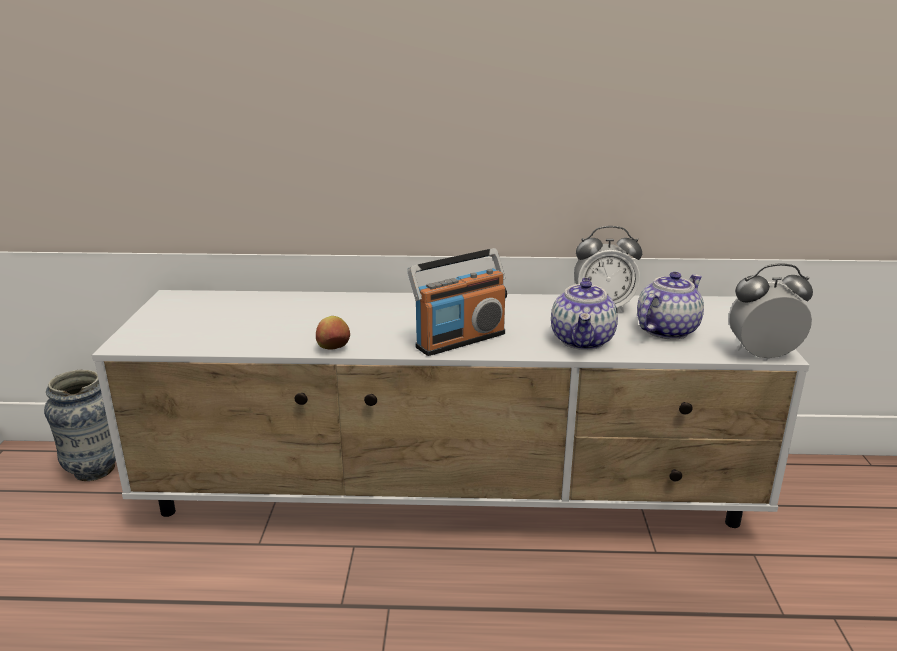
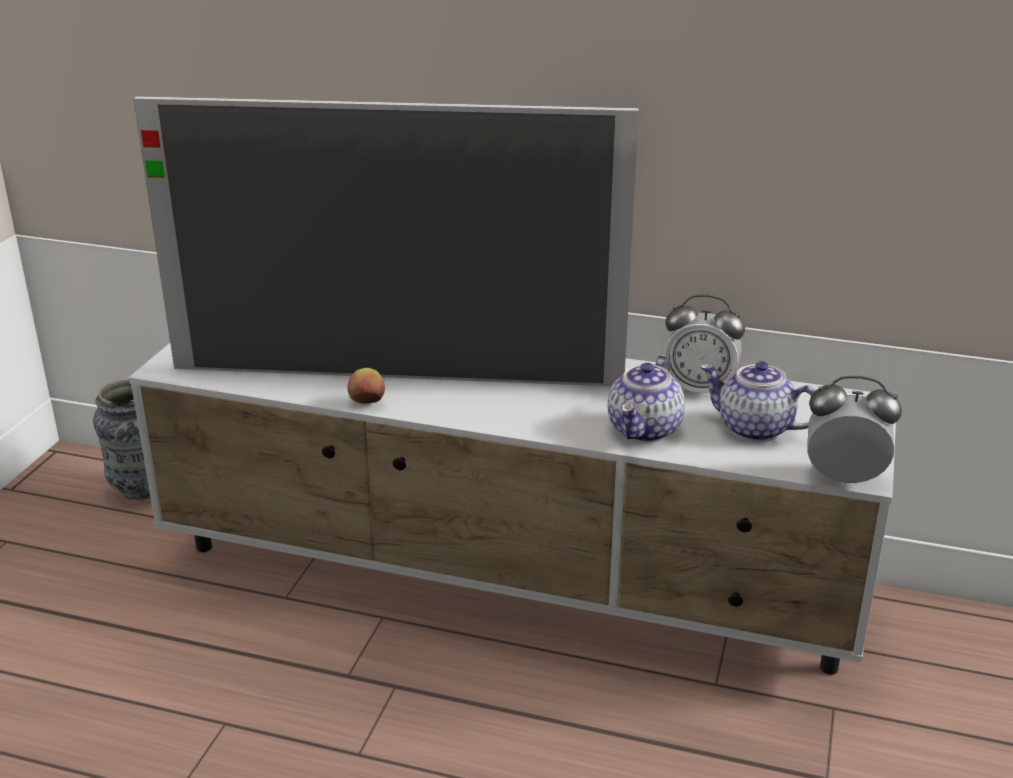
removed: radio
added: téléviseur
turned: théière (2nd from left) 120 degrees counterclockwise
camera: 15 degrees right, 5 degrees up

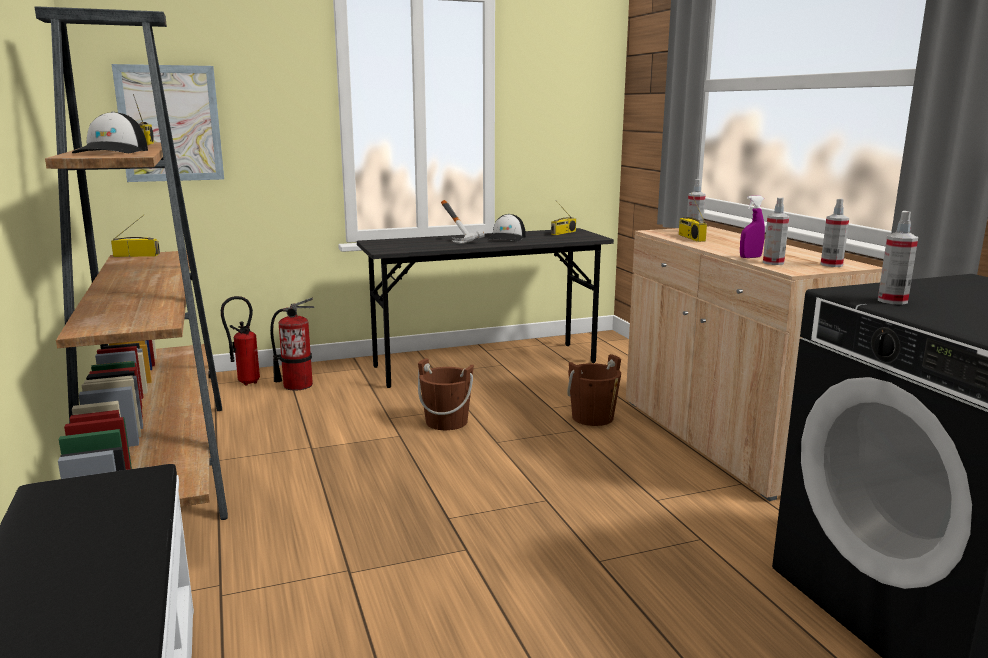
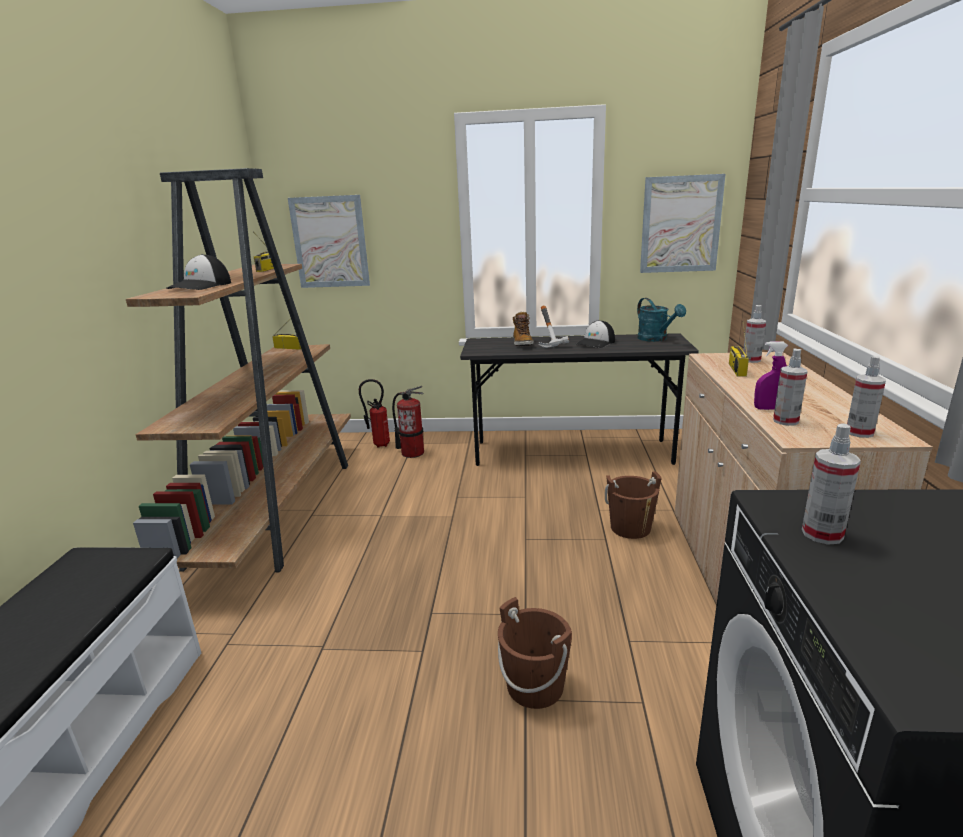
added: tableau (2nd from left); botte
moved: seau (marron) (1st from left)
replaced: radio (3rd from left) to arrosoir (turquoise)
camera: 25 degrees right, 5 degrees up

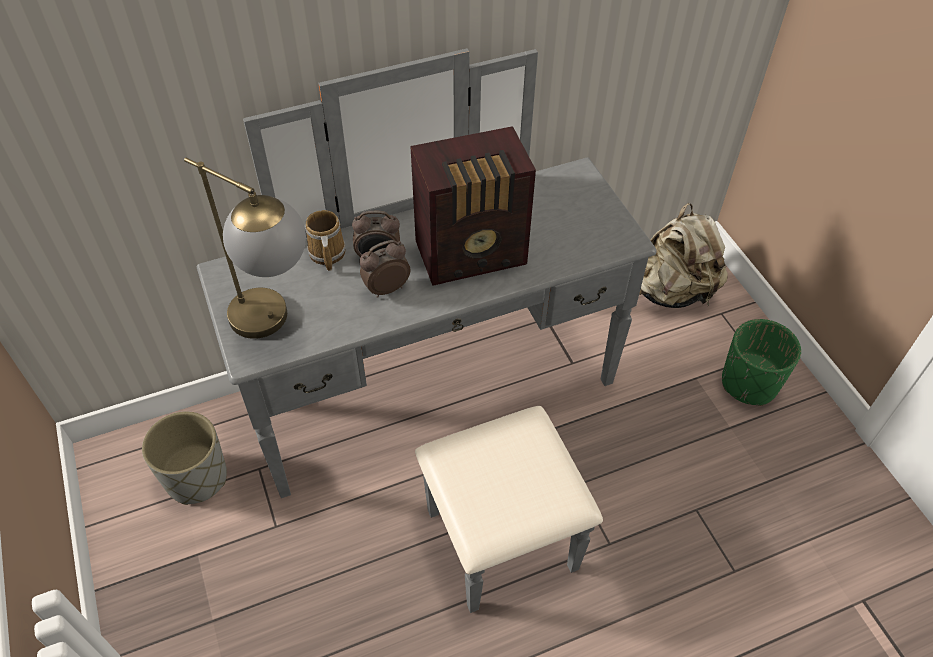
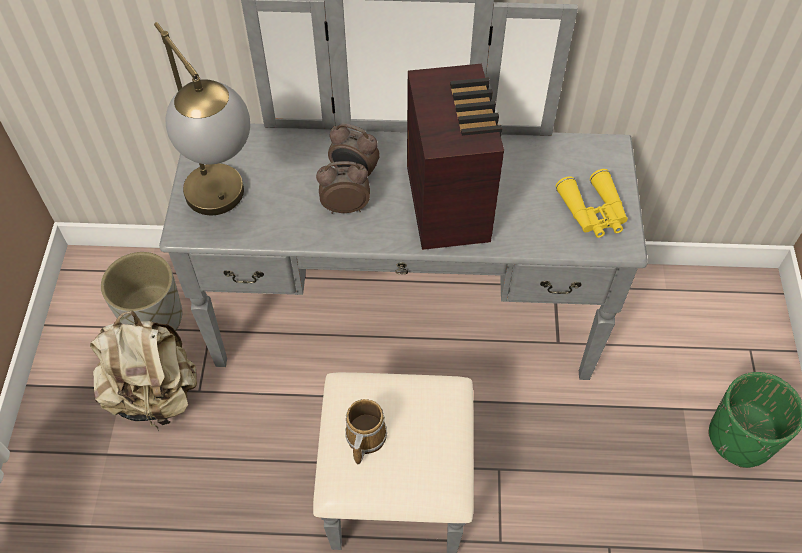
added: jumelles (jaune)
moved: sac à dos (beige); mug
turned: radio 105 degrees counterclockwise
camera: 25 degrees right, 5 degrees up

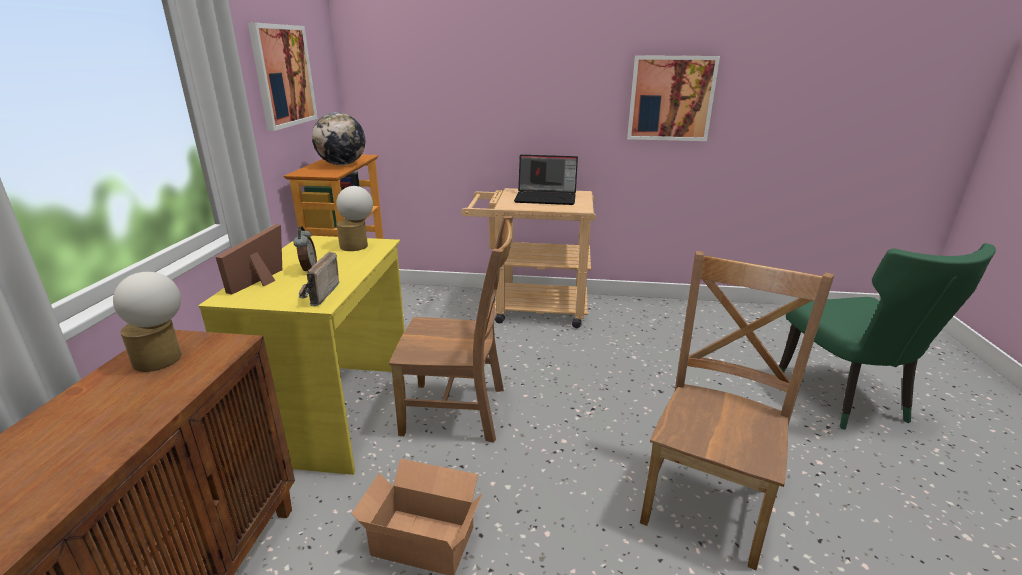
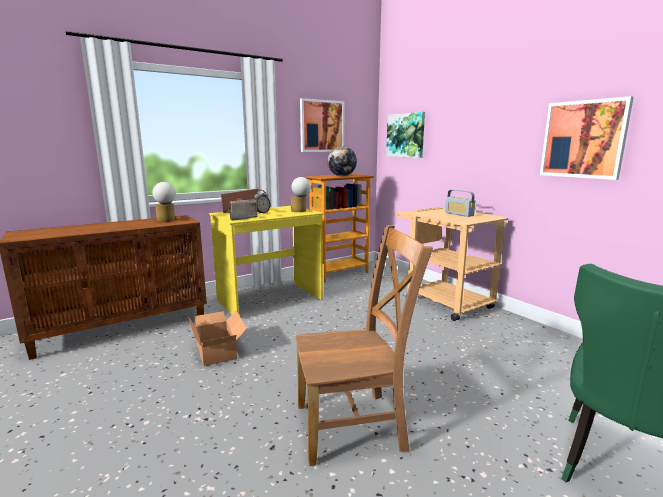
removed: chaise (marron) (1st from left)
added: tableau (2nd from left)
replaced: ordinateur portable to radio (2nd from left)
camera: 50 degrees right, 10 degrees down

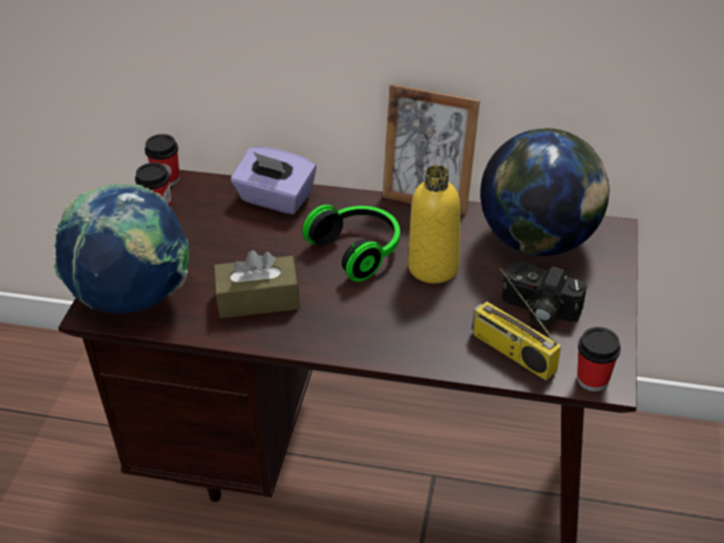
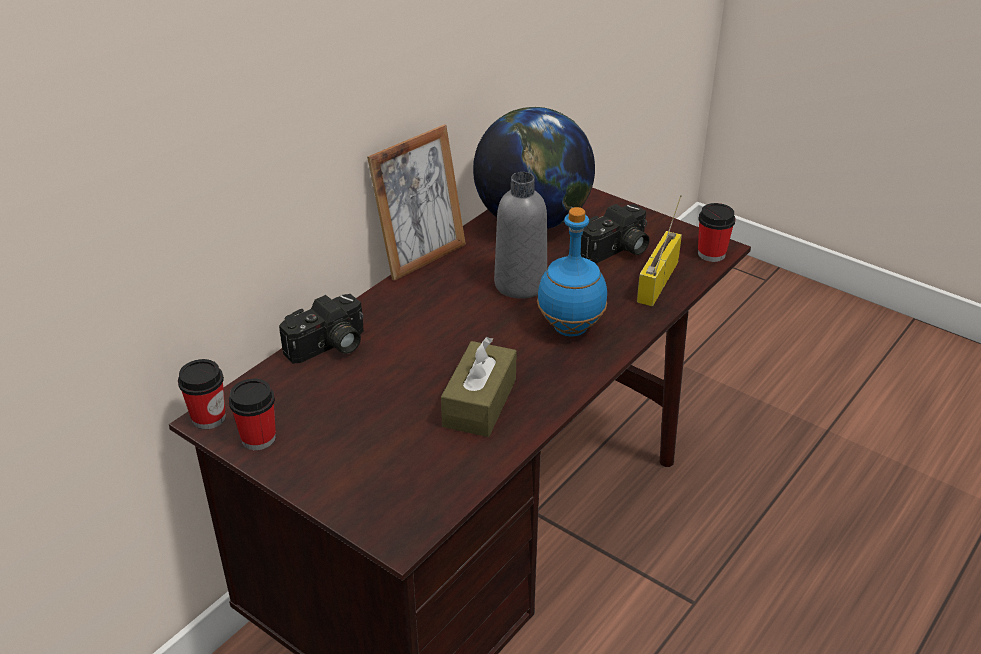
removed: globe (1st from left); casque audio
added: bouteille (bleu)
replaced: boîte à mouchoirs (violet) to appareil photo (1st from left)
recoloured: bouteille (jaune) to bouteille (gris)
turned: radio 135 degrees clockwise
camera: 65 degrees left, 5 degrees down

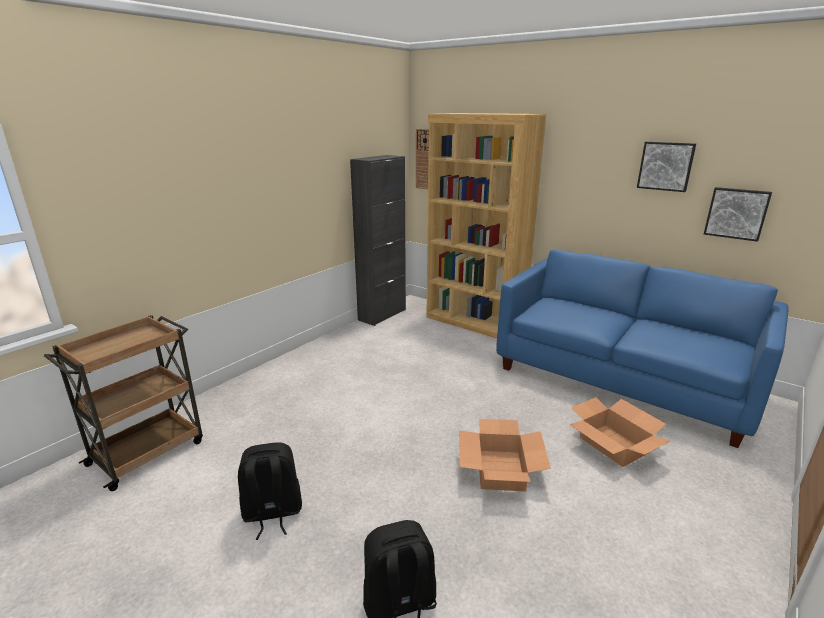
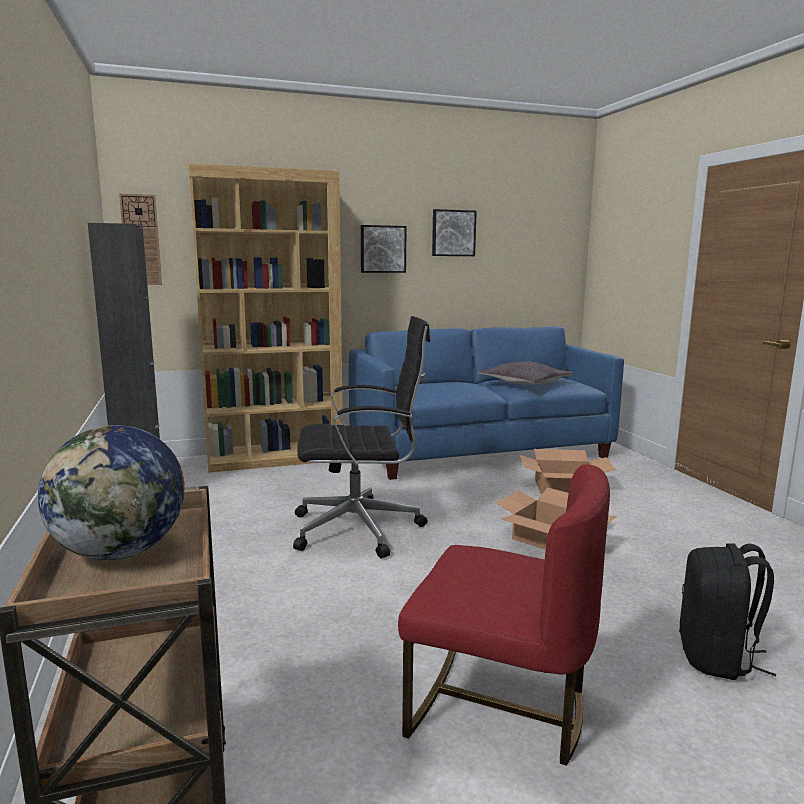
added: chaise de bureau (noir); coussin (gris); globe
moved: tableau (2nd from left in the first image) to tableau (1st from left)
replaced: sac à dos (noir) (1st from left) to chaise (rouge)
camera: 55 degrees left, 10 degrees down

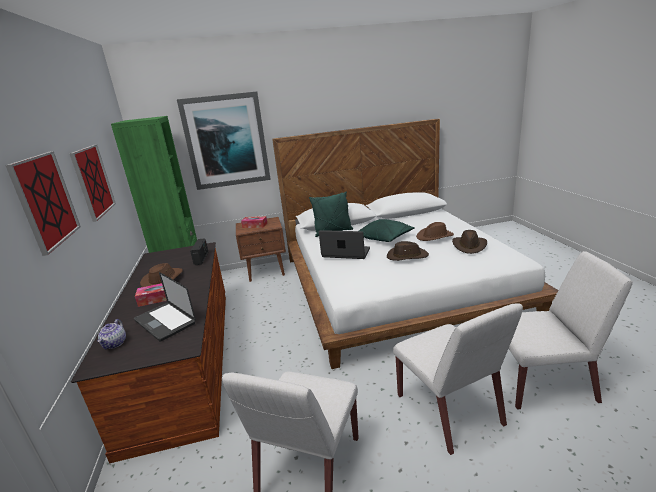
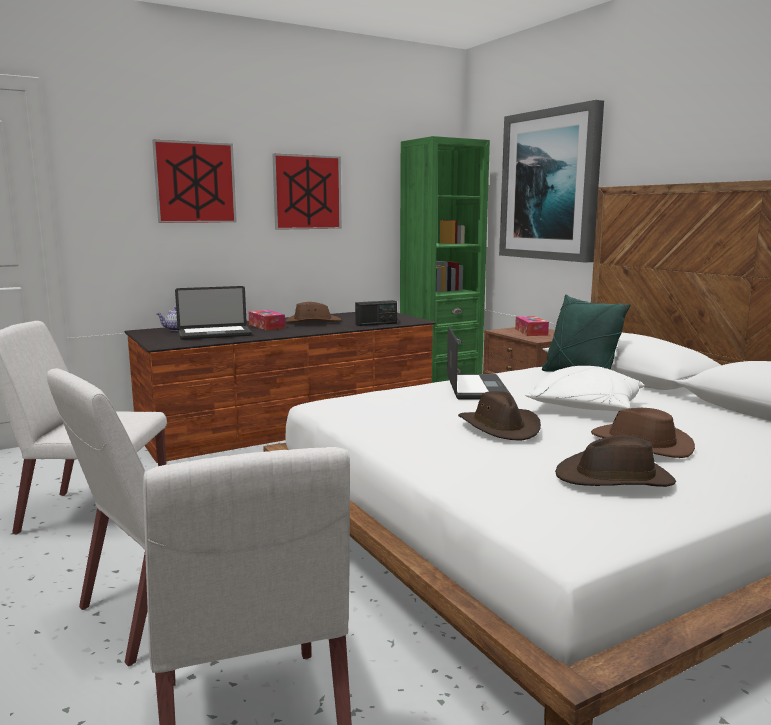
recoloured: coussin (vert) (2nd from left) to coussin (blanc)
turned: ordinateur portable (1st from left) 135 degrees counterclockwise
camera: 70 degrees right, 10 degrees down

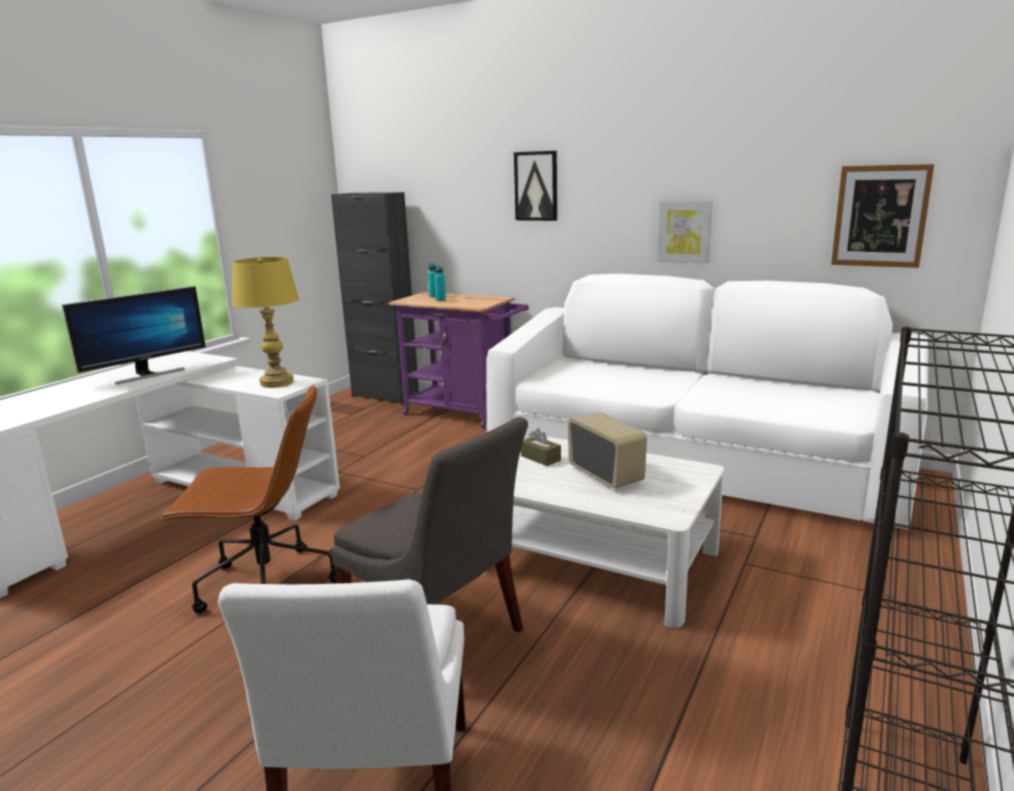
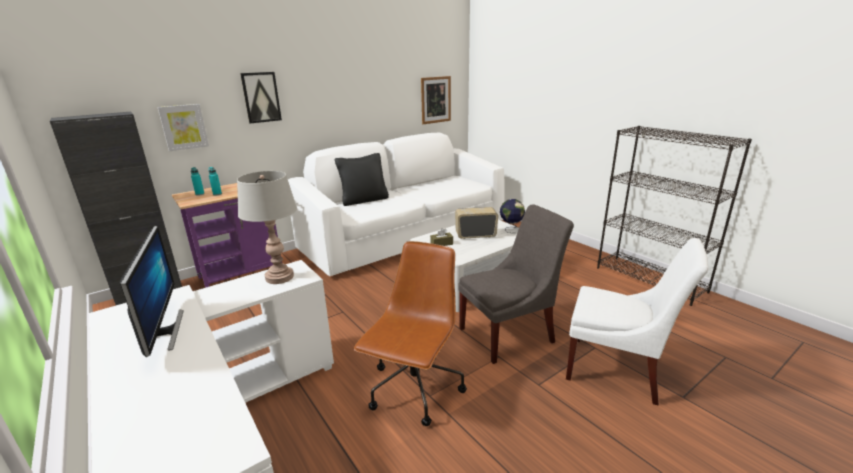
added: coussin (noir); globe
moved: tableau (2nd from left in the first image) to tableau (1st from left)
recoloured: lampe de table (jaune) to lampe de table (gris)
camera: 65 degrees left, 5 degrees up

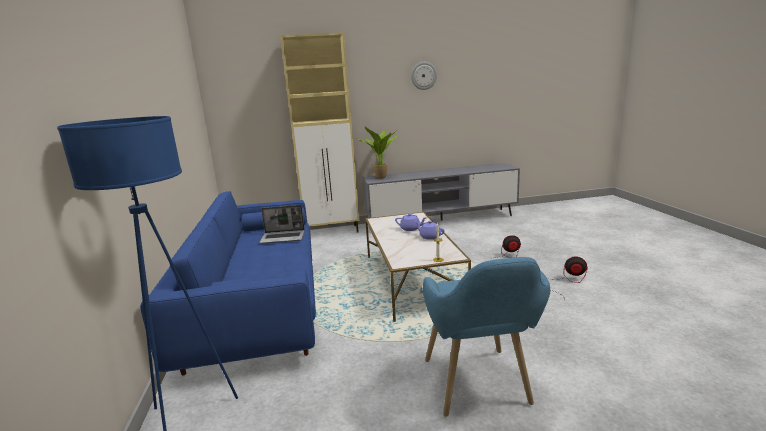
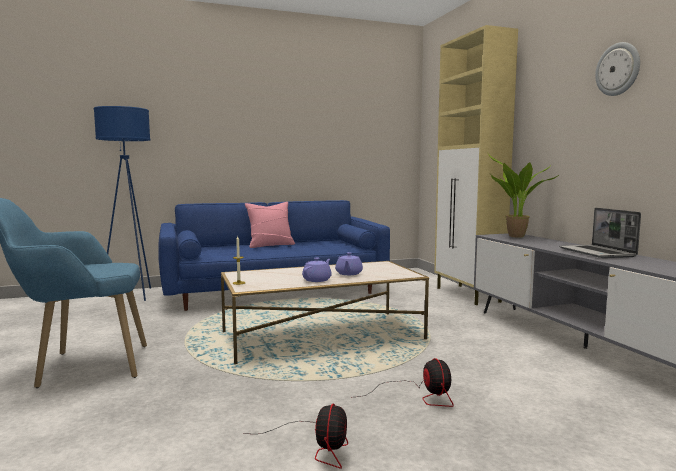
added: coussin (rose)
moved: ordinateur portable
camera: 80 degrees right, 10 degrees down

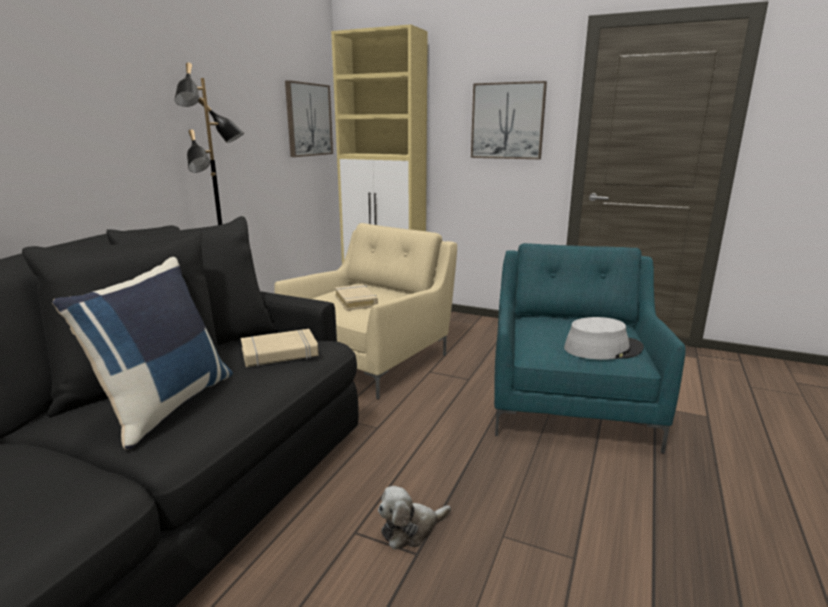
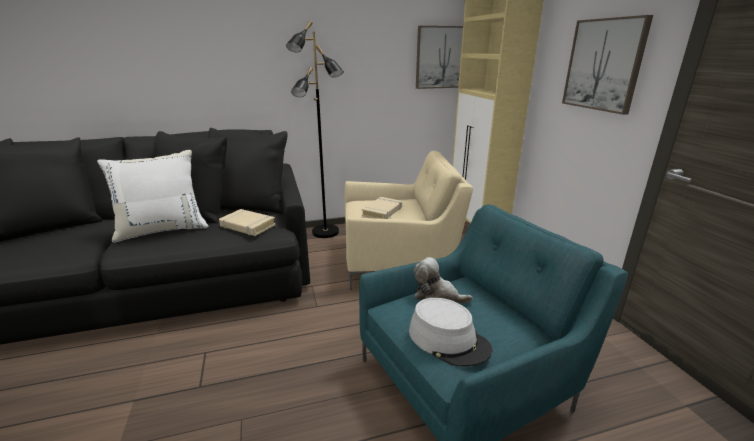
moved: peluche
recoloured: coussin (bleu) to coussin (blanc)
camera: 50 degrees right, 5 degrees up

